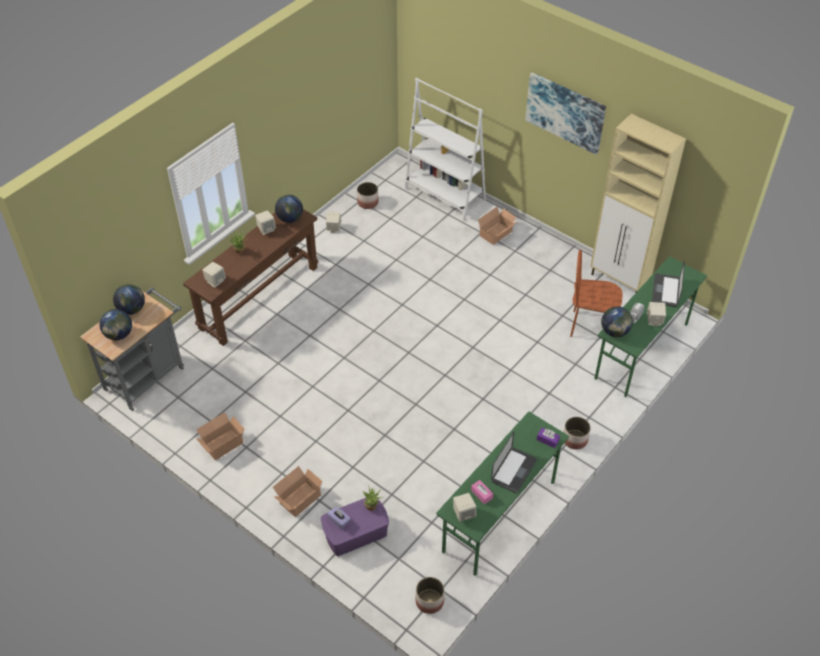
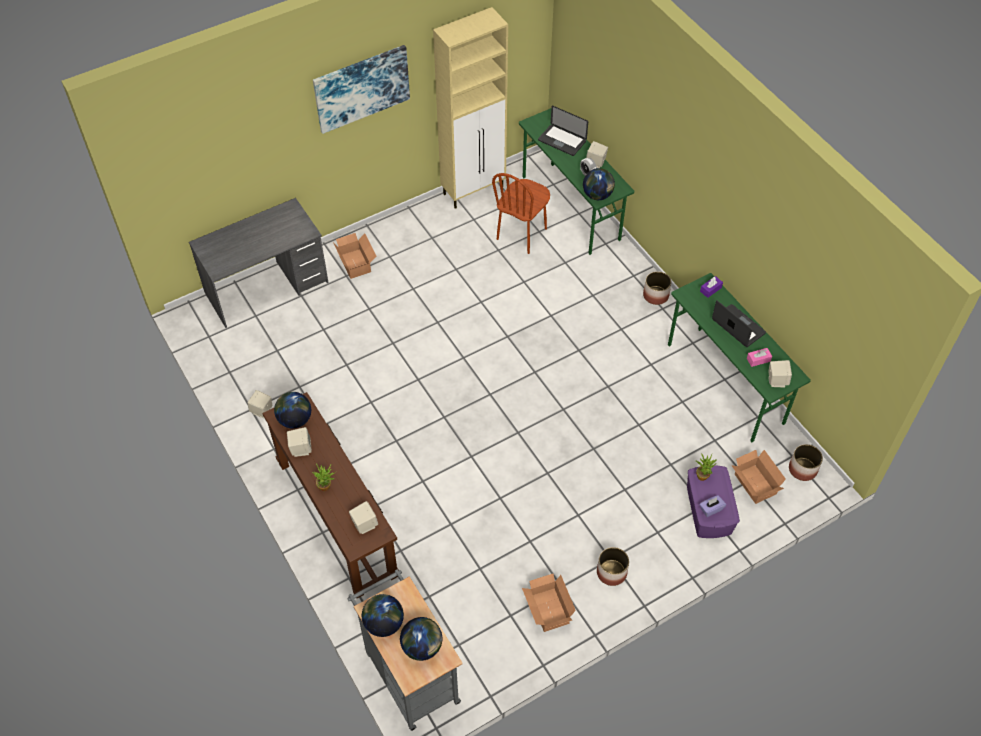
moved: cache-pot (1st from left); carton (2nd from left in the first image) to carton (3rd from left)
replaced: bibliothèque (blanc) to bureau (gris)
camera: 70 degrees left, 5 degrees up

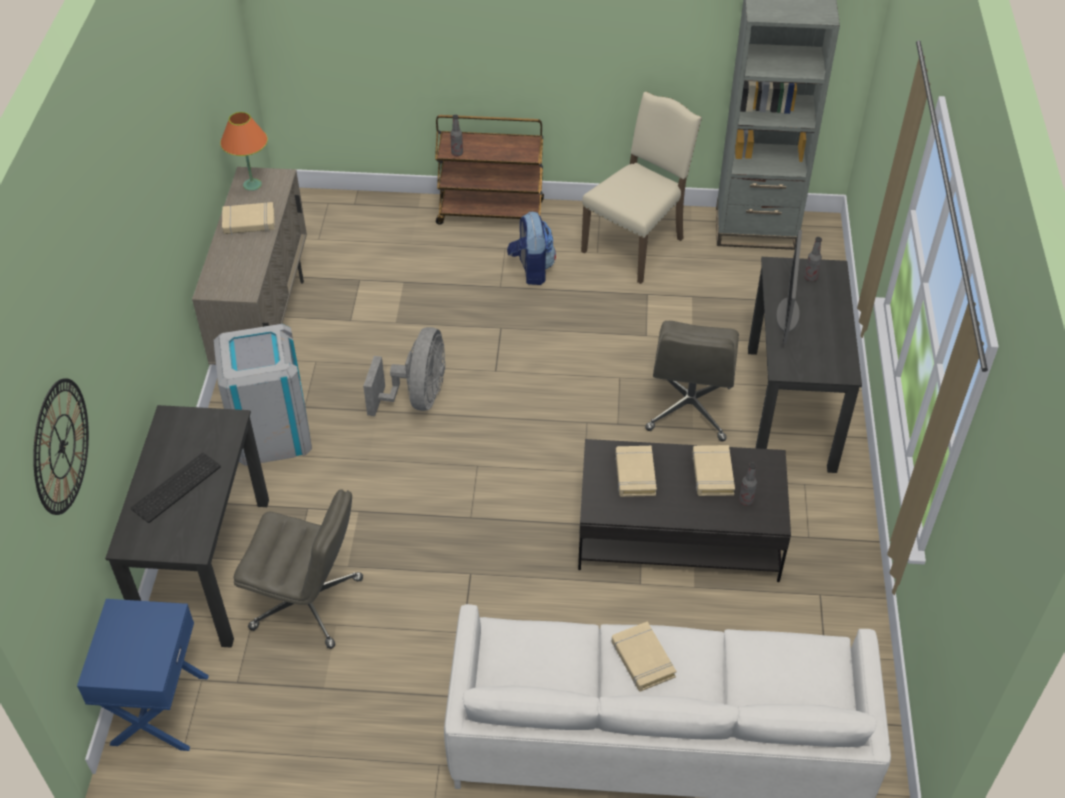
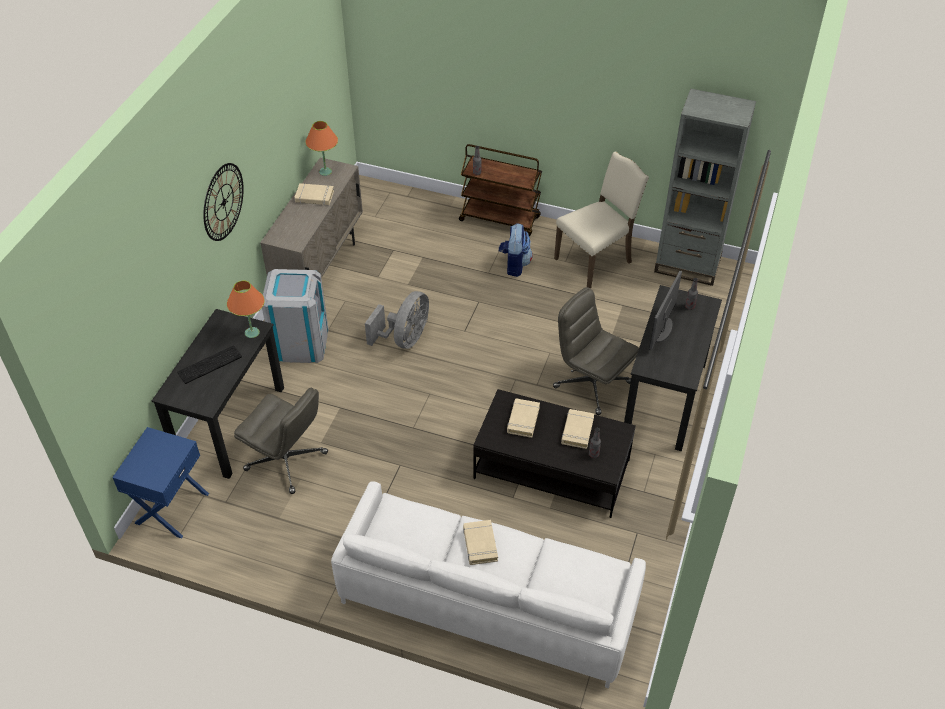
added: lampe de table (orange) (1st from left)
moved: horloge murale
turned: chaise de bureau (gris) (2nd from left) 105 degrees clockwise
camera: 15 degrees right, 0 degrees up

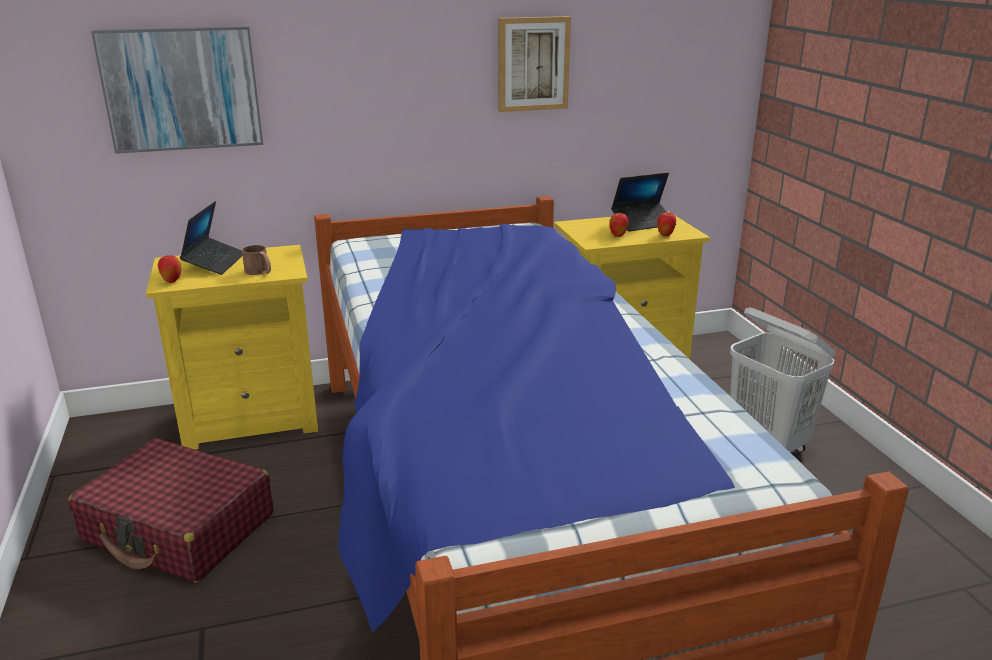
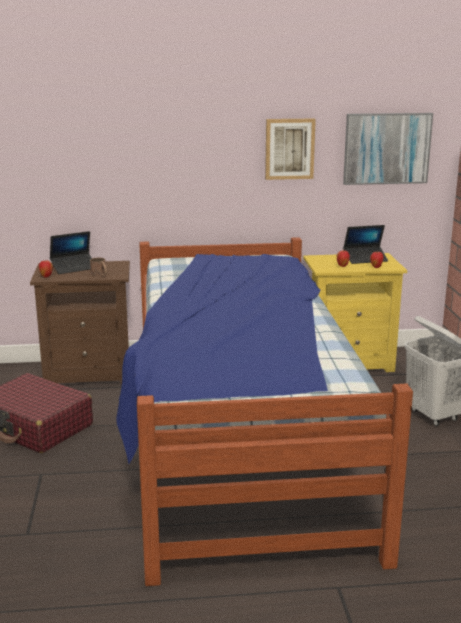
moved: tableau (1st from left in the first image) to tableau (2nd from left)
recoloured: table de chevet (jaune) (1st from left) to table de chevet (marron)
turned: ordinateur portable (1st from left) 45 degrees clockwise
camera: 10 degrees right, 5 degrees down

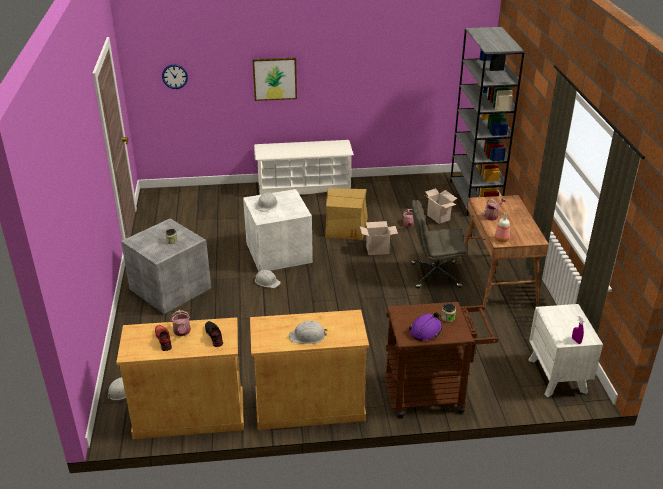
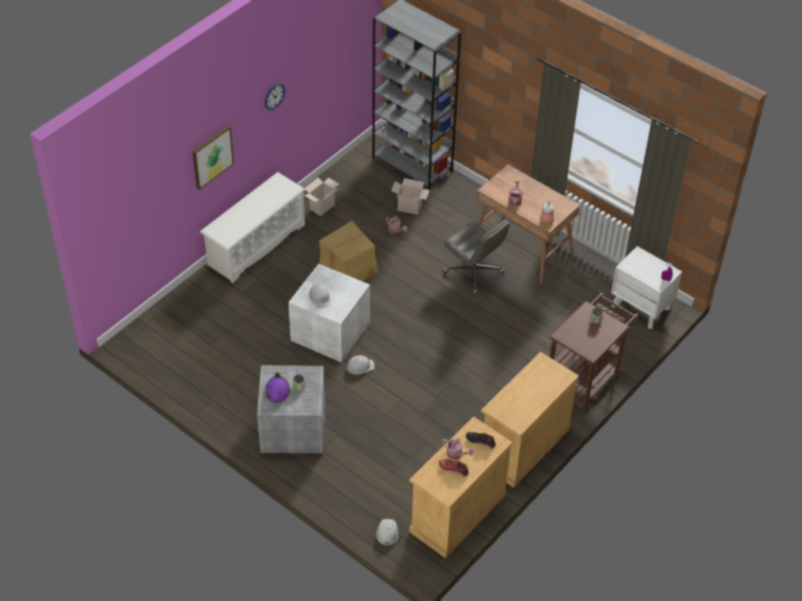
removed: casque de chantier (blanc) (4th from left)
moved: horloge murale; carton (2nd from left in the first image) to carton (1st from left); casque de chantier (violet)
turned: chaise de bureau (gris) 90 degrees counterclockwise
camera: 45 degrees left, 15 degrees up

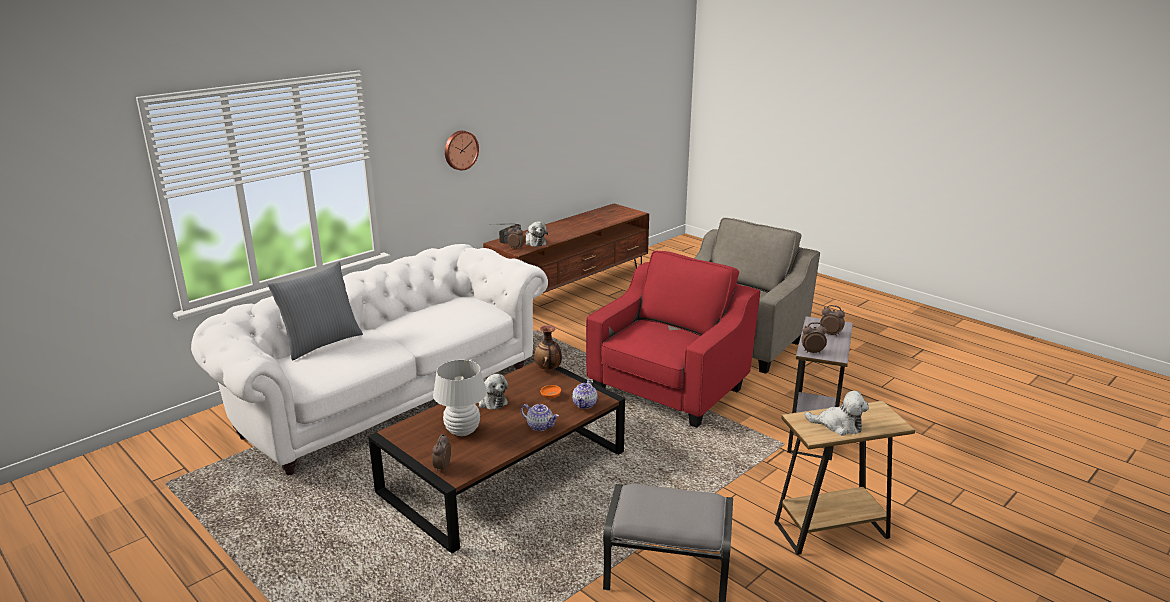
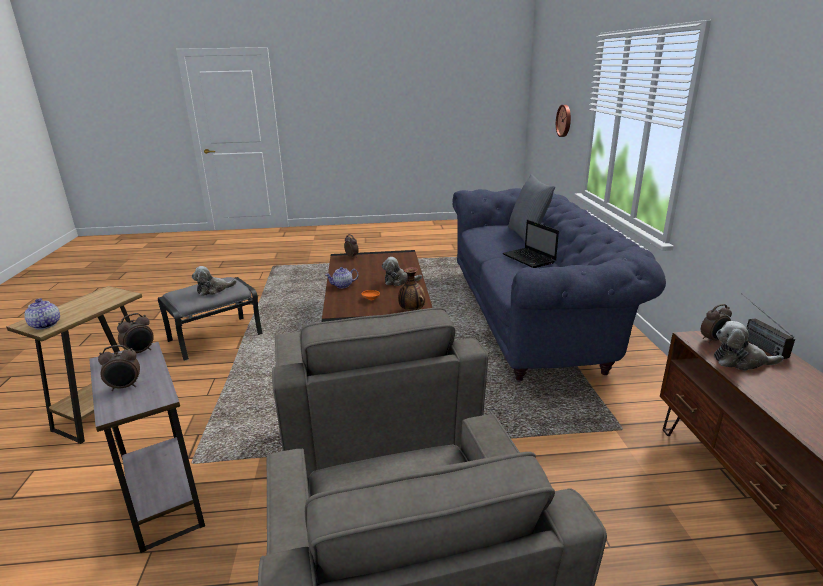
removed: lampe de table (blanc)
added: ordinateur portable
moved: horloge murale; théière (2nd from left in the first image) to théière (1st from left); peluche (3rd from left in the first image) to peluche (1st from left)
recoloured: canapé (blanc) to canapé (bleu); fauteuil (rouge) to fauteuil (gris) (1st from left)
camera: 130 degrees right, 0 degrees up

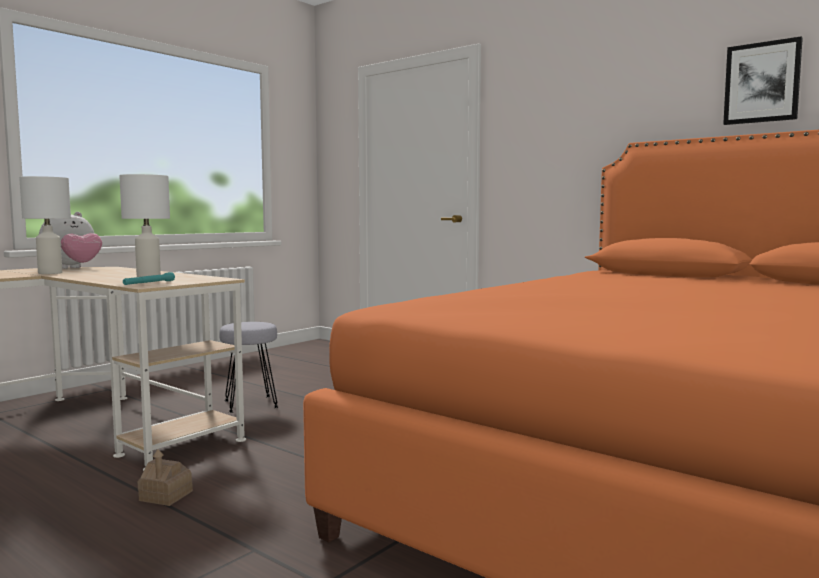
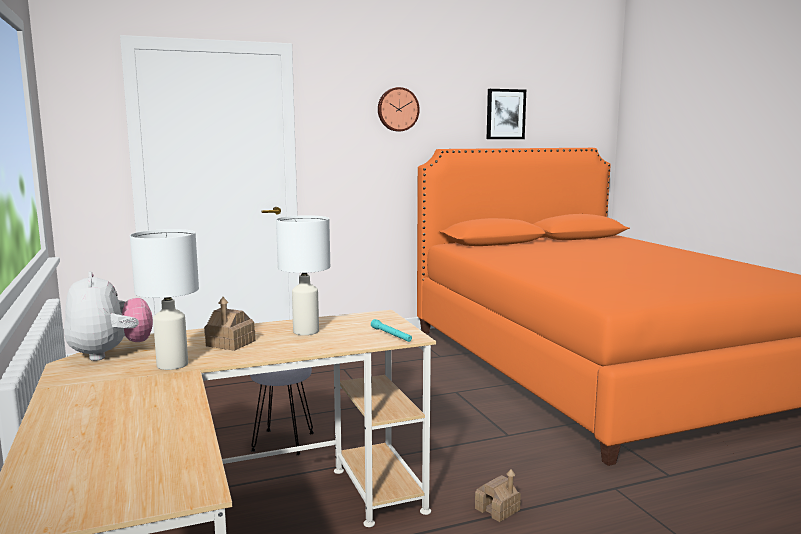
added: horloge murale; maison miniature (1st from left)
camera: 60 degrees left, 5 degrees up

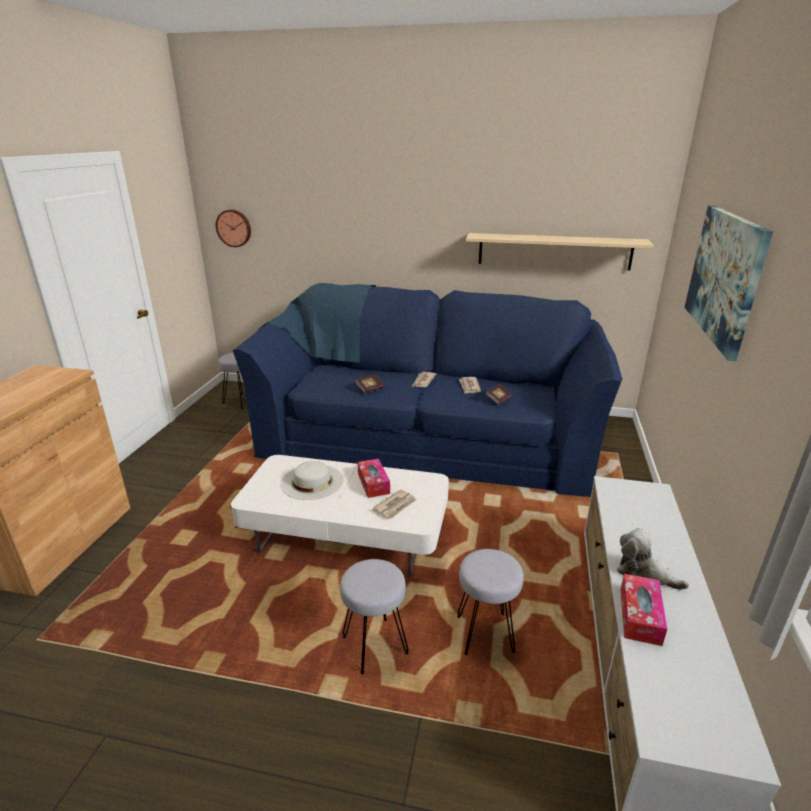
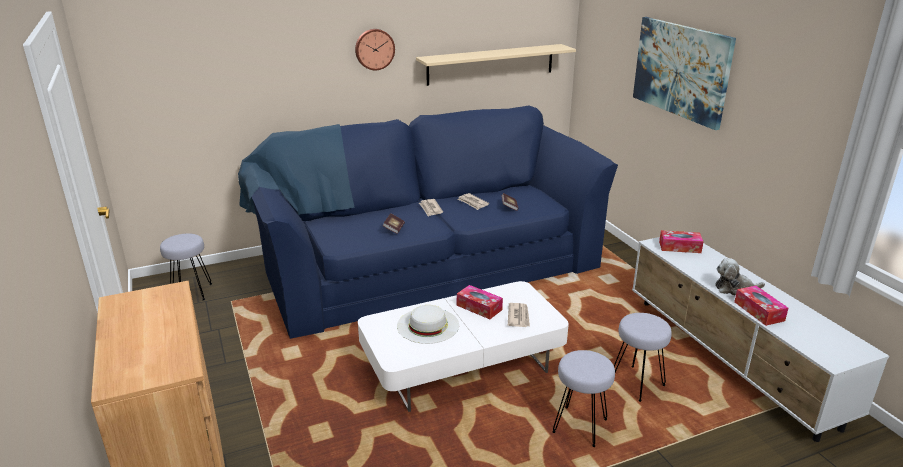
added: boîte à mouchoirs (2nd from left)
moved: horloge murale
camera: 35 degrees left, 0 degrees up

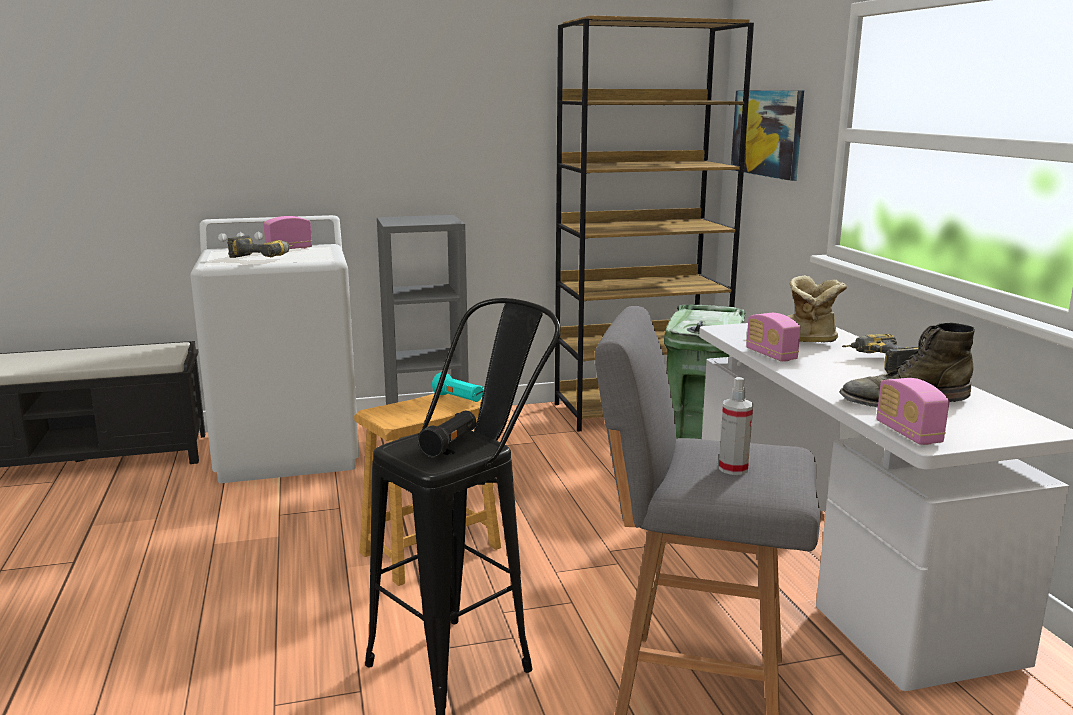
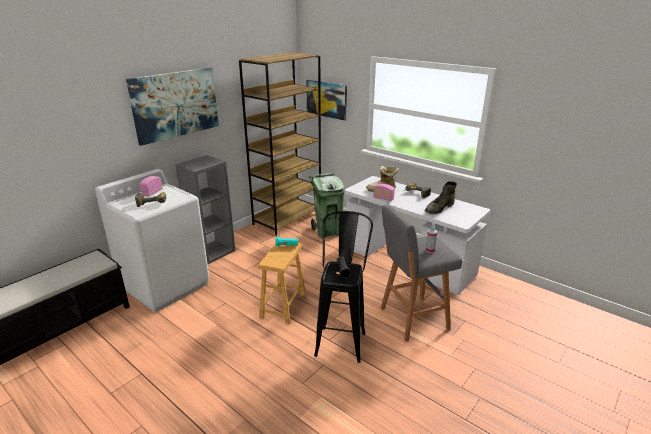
removed: radio (3rd from left)
added: tableau (1st from left)
camera: 35 degrees left, 10 degrees up

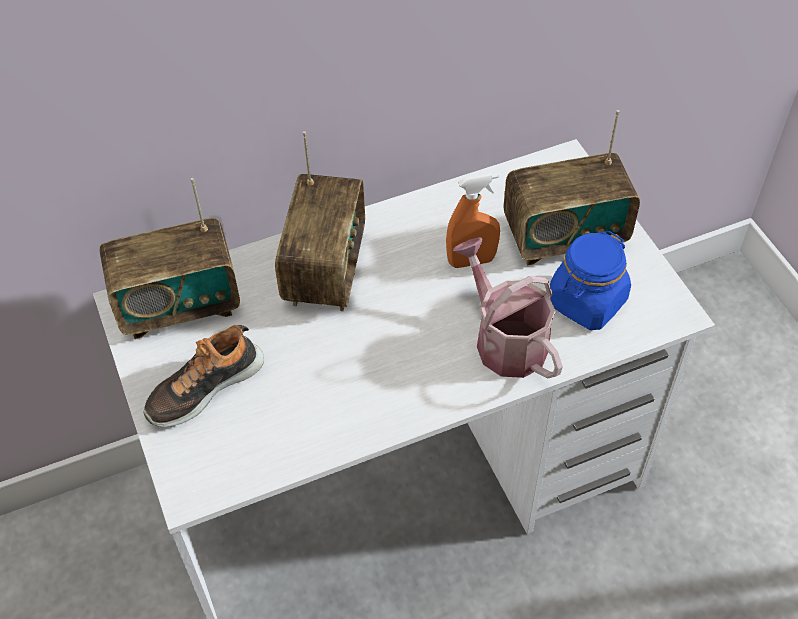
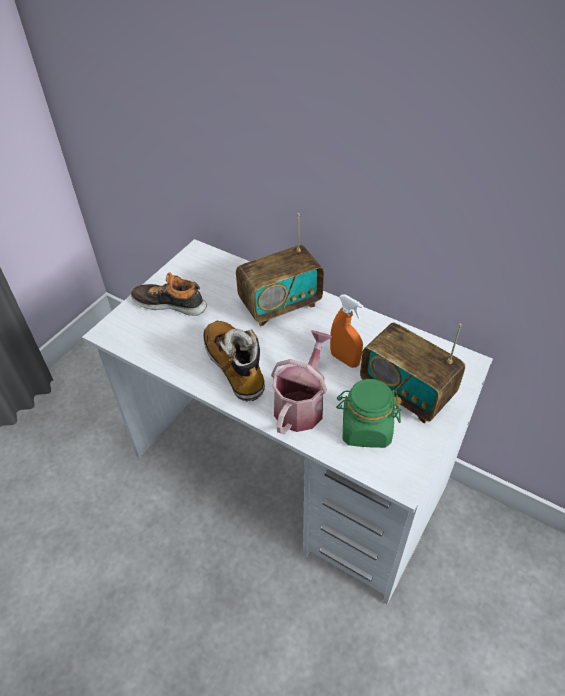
removed: radio (1st from left)
added: botte
recoloured: bocal (bleu) to bocal (vert)
camera: 55 degrees right, 5 degrees down

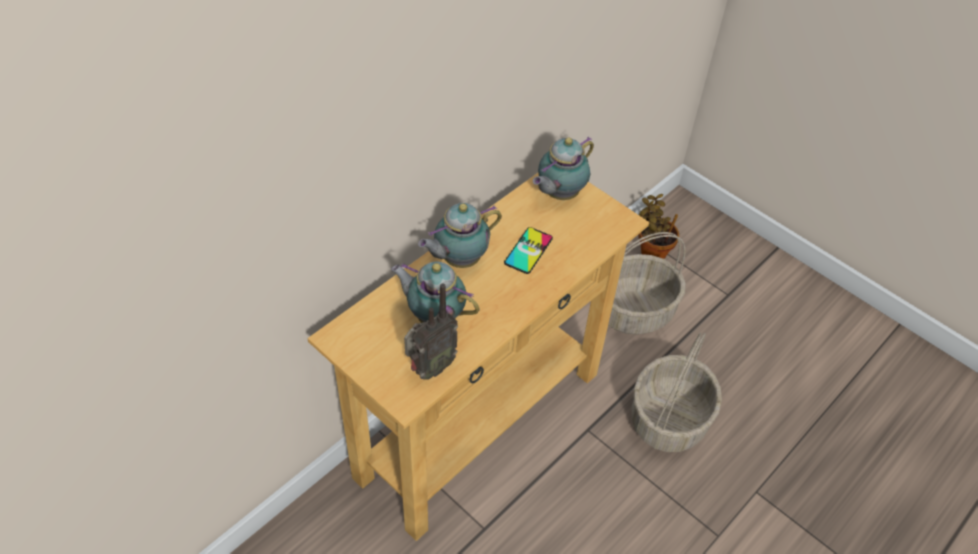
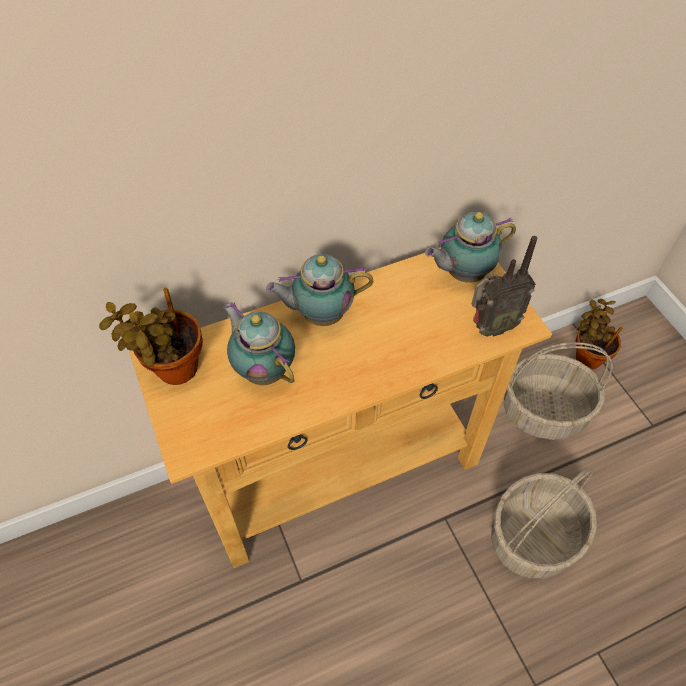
removed: téléphone
added: plante en pot (1st from left)
moved: radio
camera: 25 degrees right, 5 degrees up

